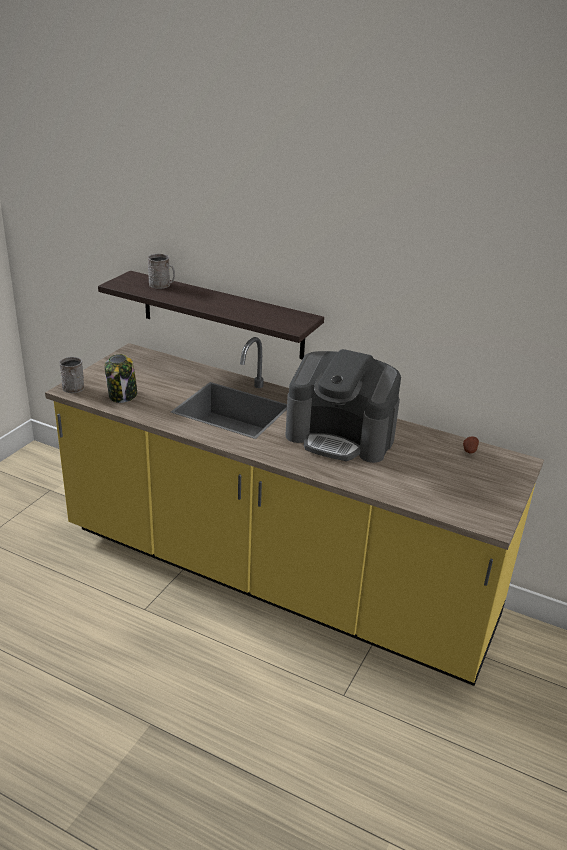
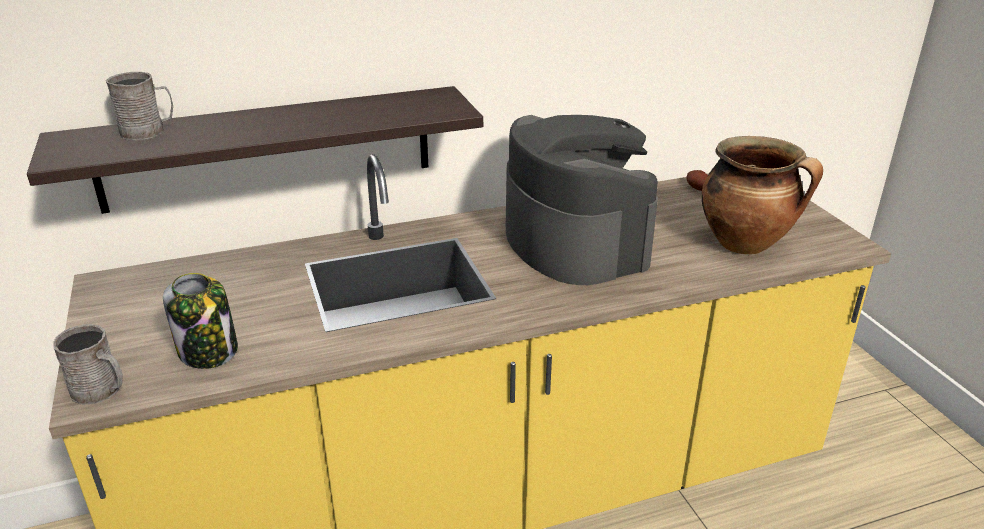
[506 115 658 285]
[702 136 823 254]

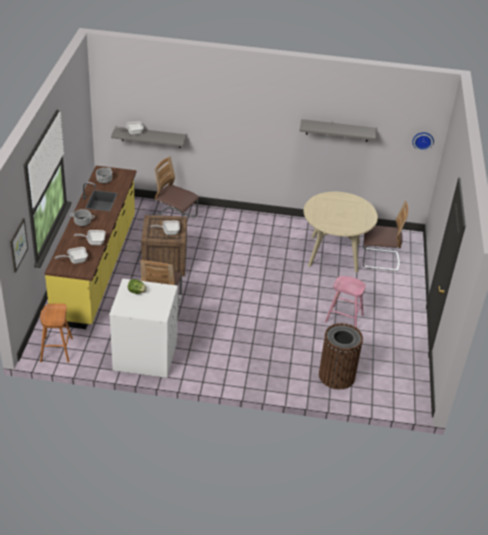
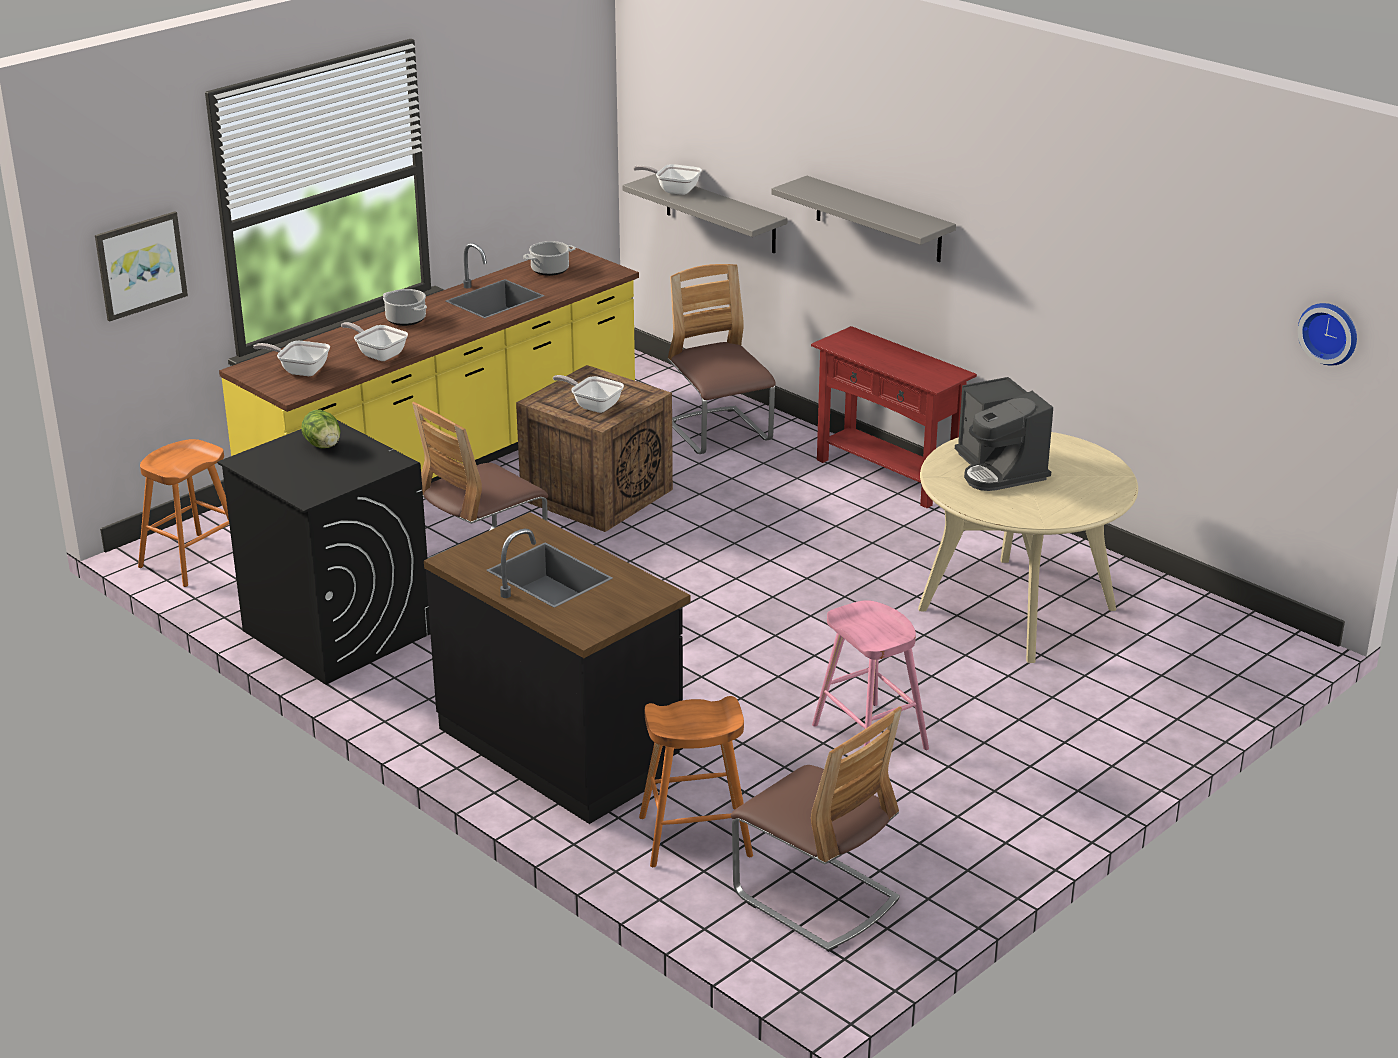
[217 420 430 685]
[424 512 690 824]
[639 696 753 867]
[730 706 902 952]
[771 176 956 262]
[811 326 977 508]
[955 377 1053 491]

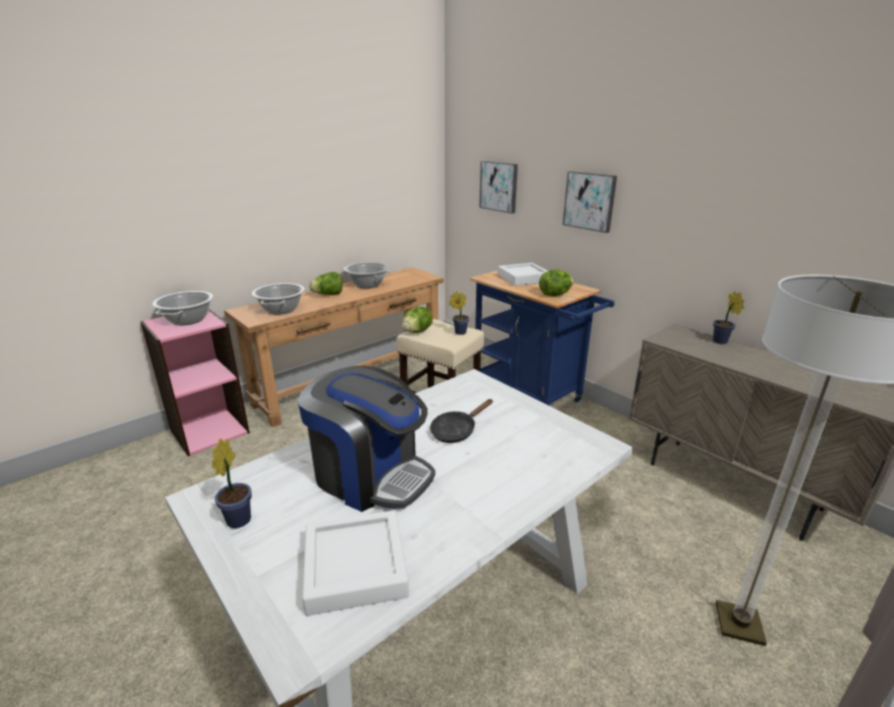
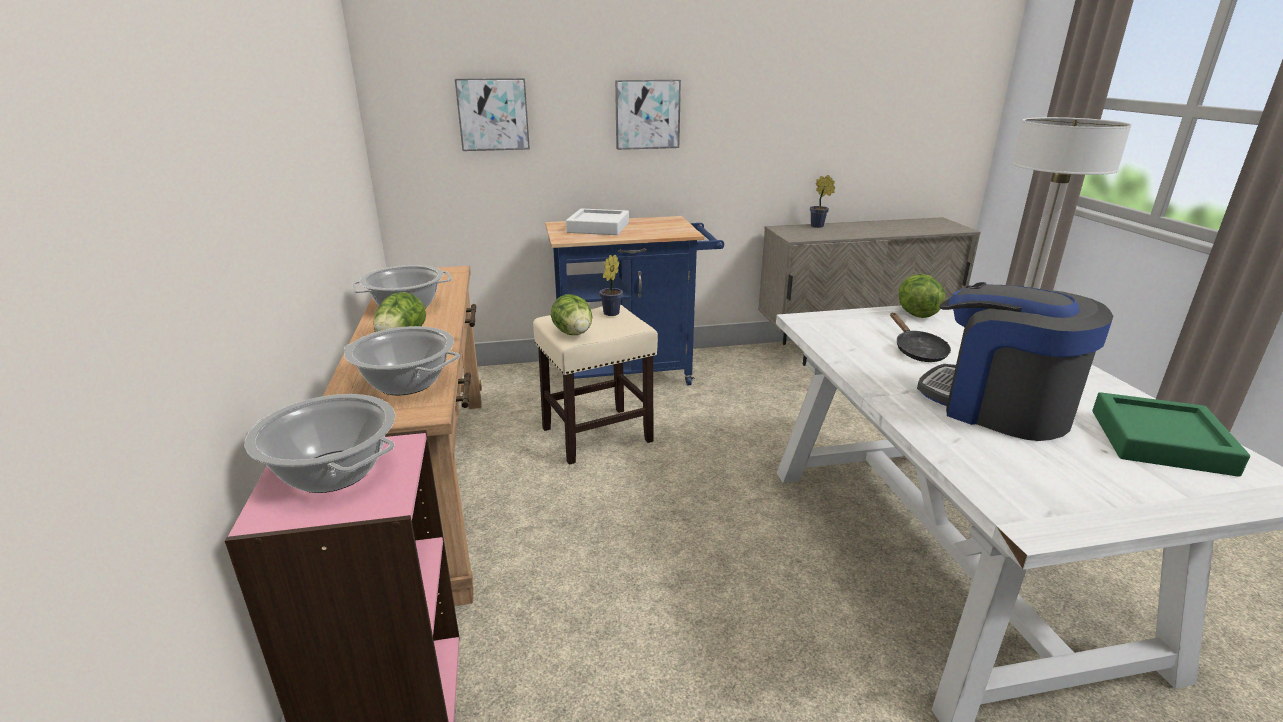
[899 274 945 318]
[917 282 1113 441]
[1092 392 1250 477]
[212 439 252 528] (first image)

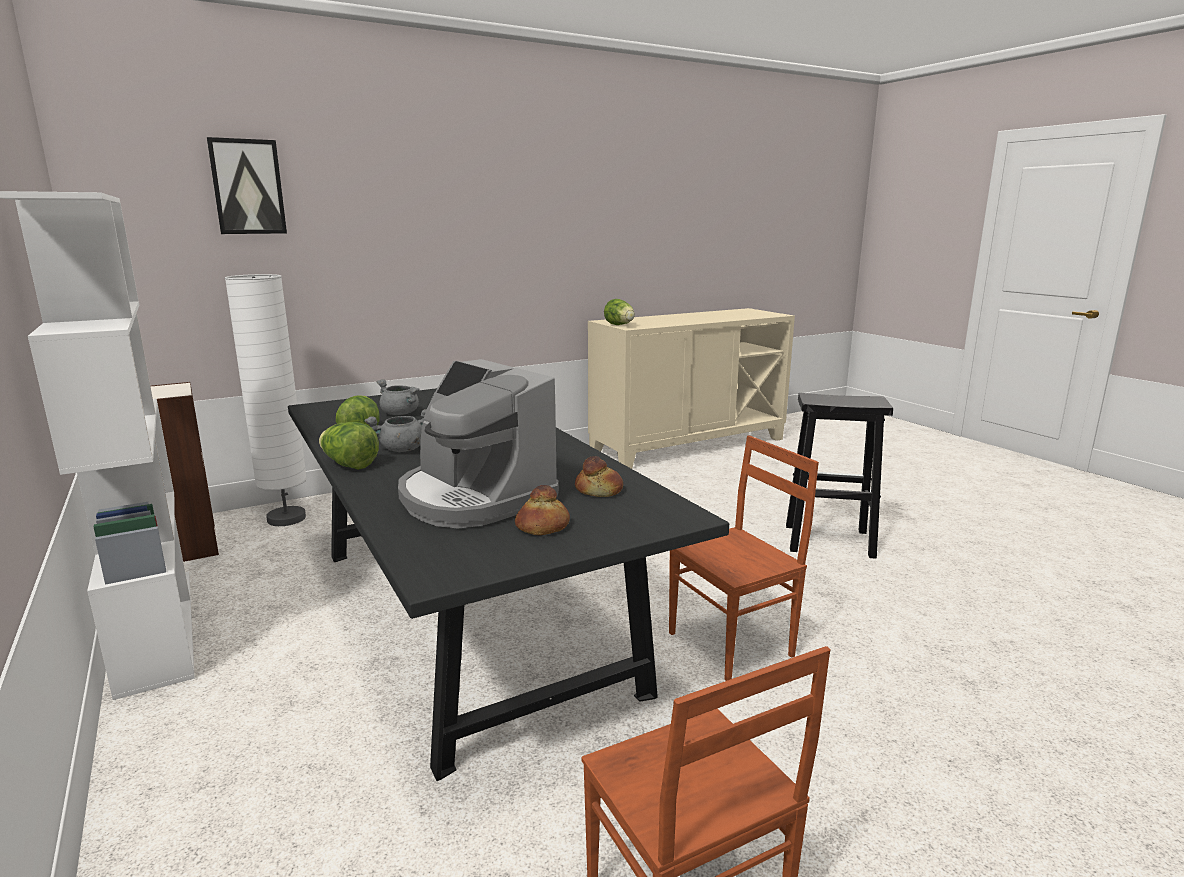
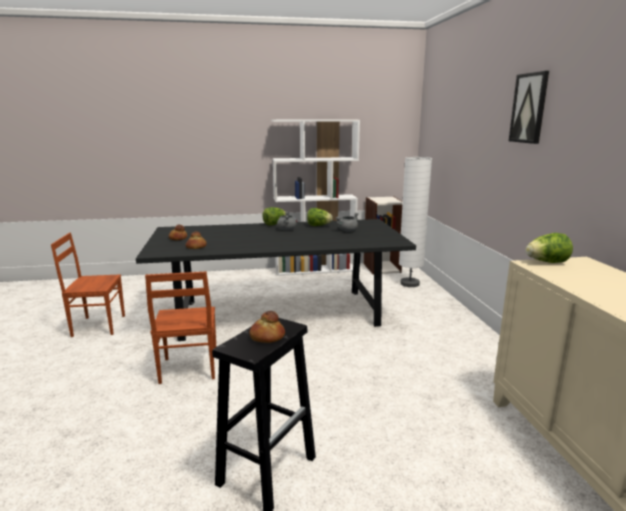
[249 311 285 343]
[509 71 549 144]
[398 359 559 529] (first image)

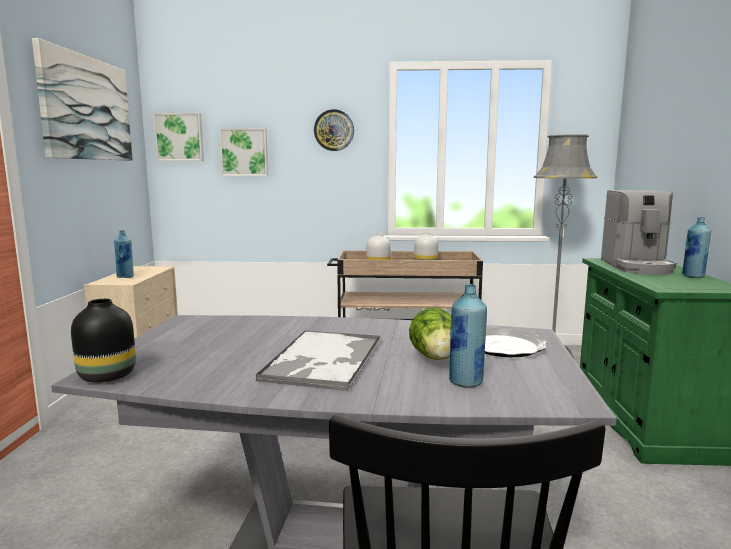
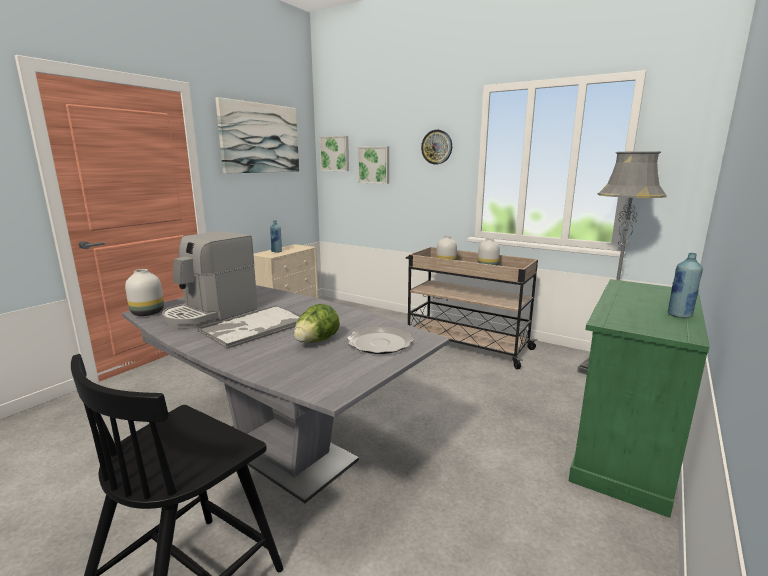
[125 269 164 316]
[162 231 258 329]
[449 284 487 388] (first image)

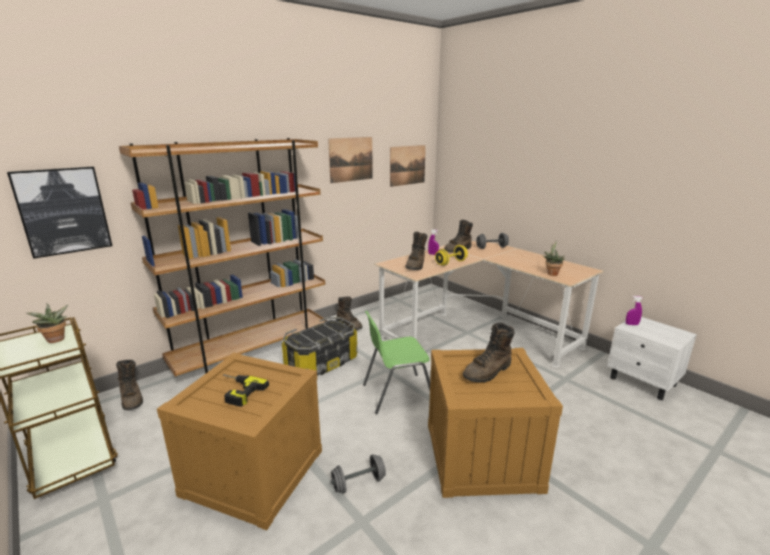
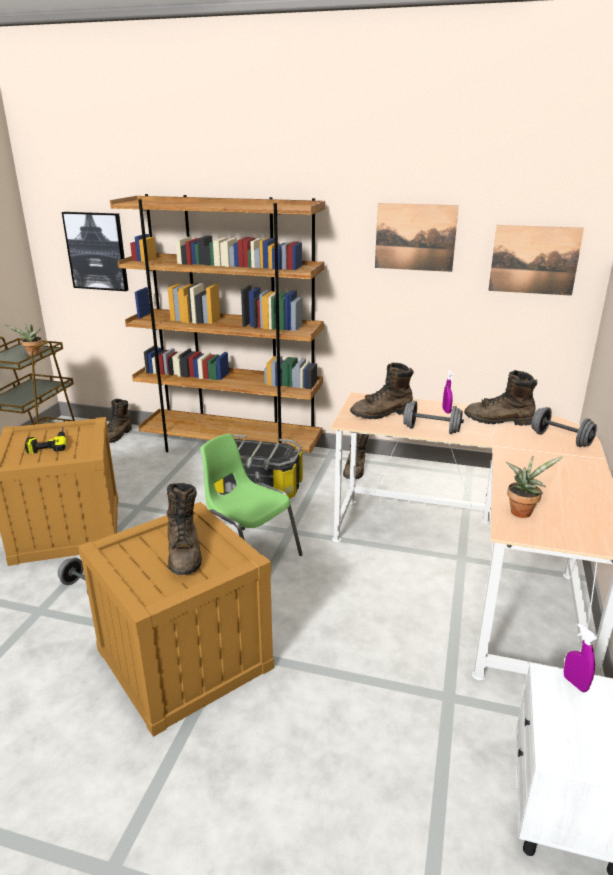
[167 483 202 575]
[403 401 464 434]

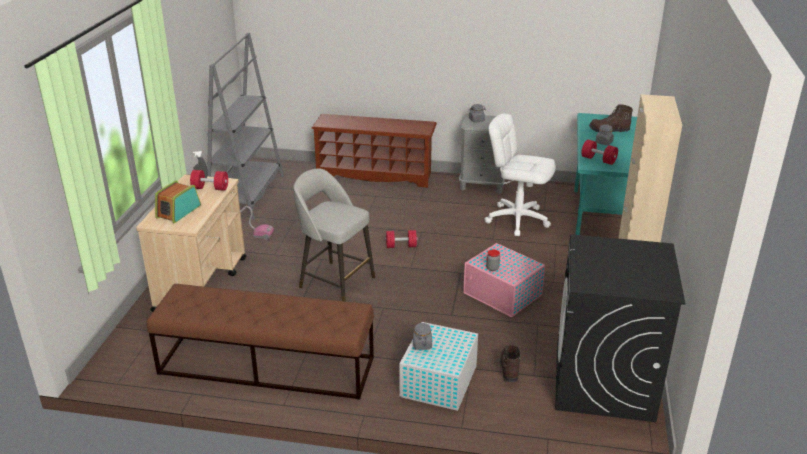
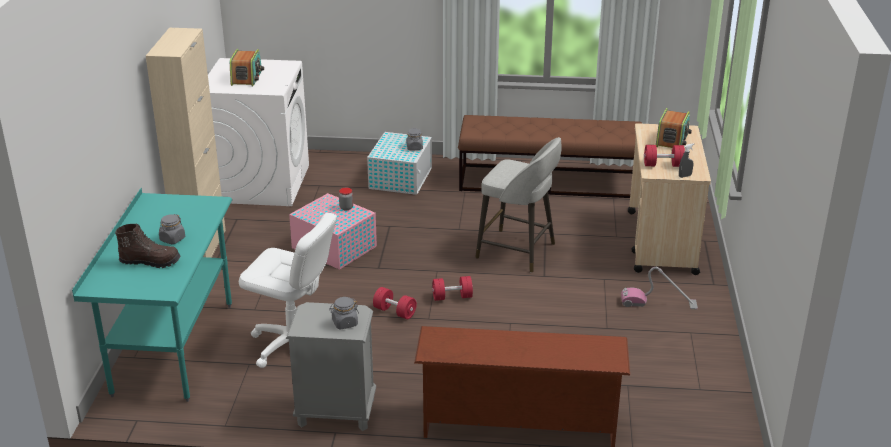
[208 58 309 206]
[230 49 264 86]
[373 287 417 319]
[207 33 284 220] (first image)
[499 344 520 382] (first image)

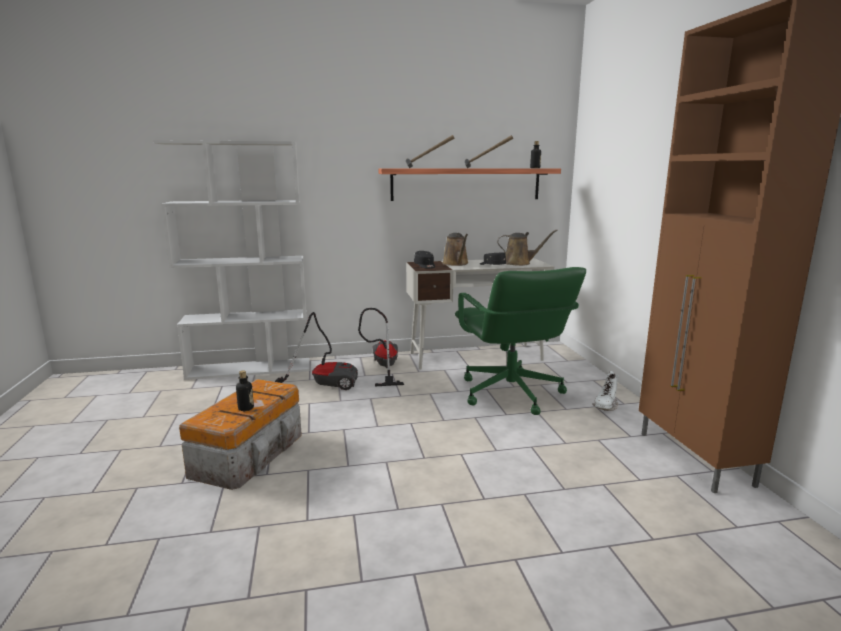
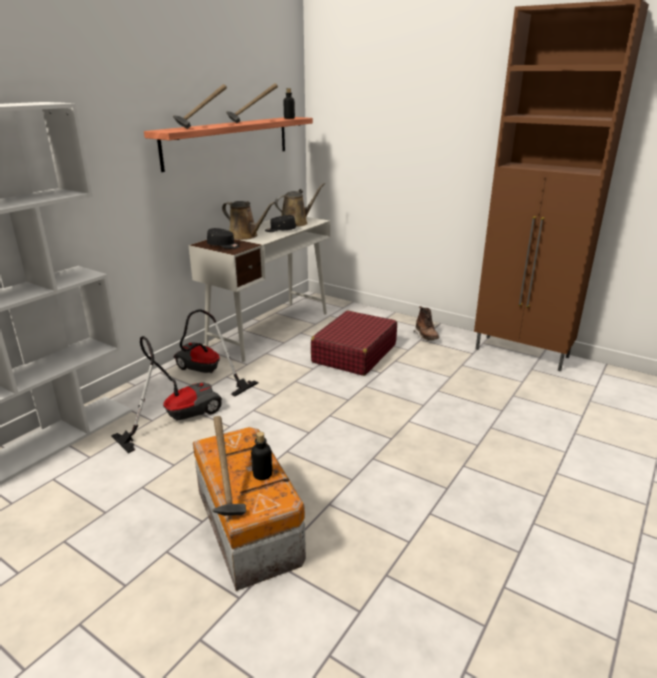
[212 416 246 516]
[311 311 397 376]
[414 306 439 341]

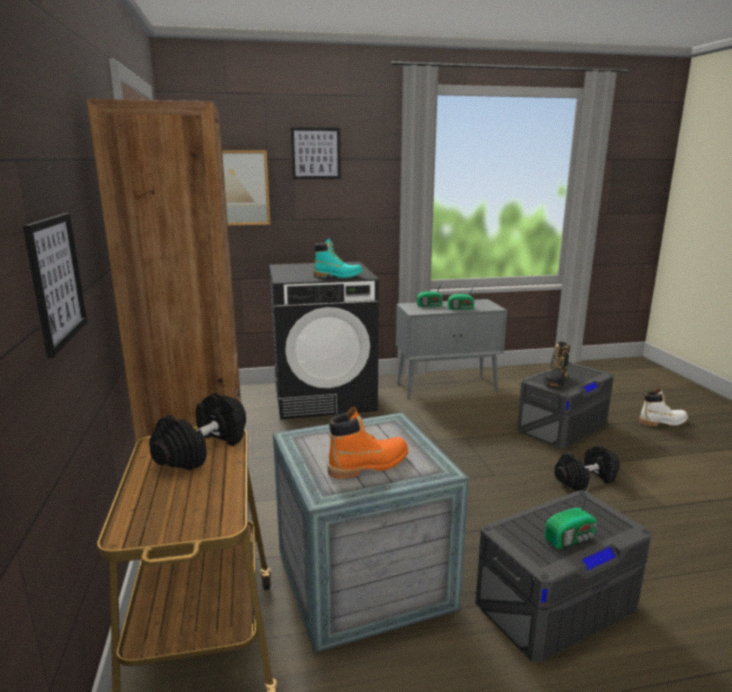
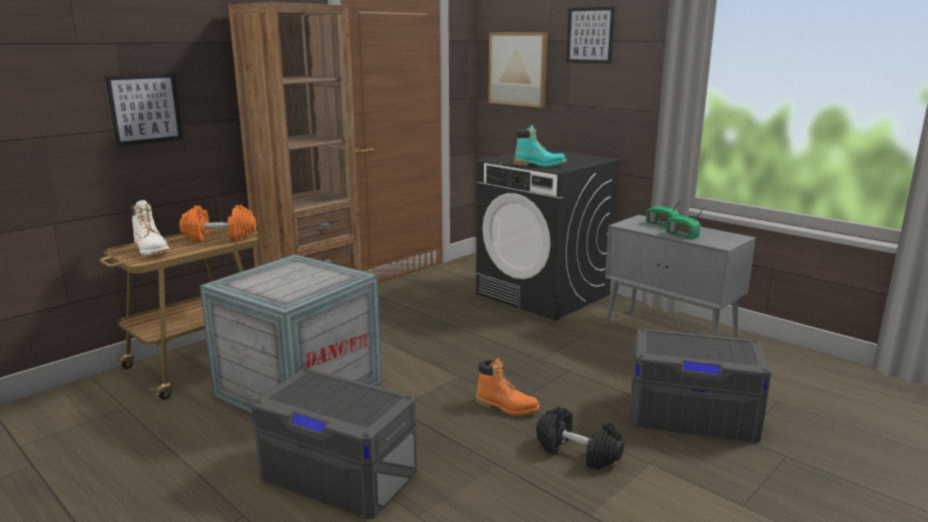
[131 200 170 255]
[180 205 256 242]
[476 358 540 416]
[514 125 566 167]
[544 341 570 386] (first image)
[545 485 597 549] (first image)

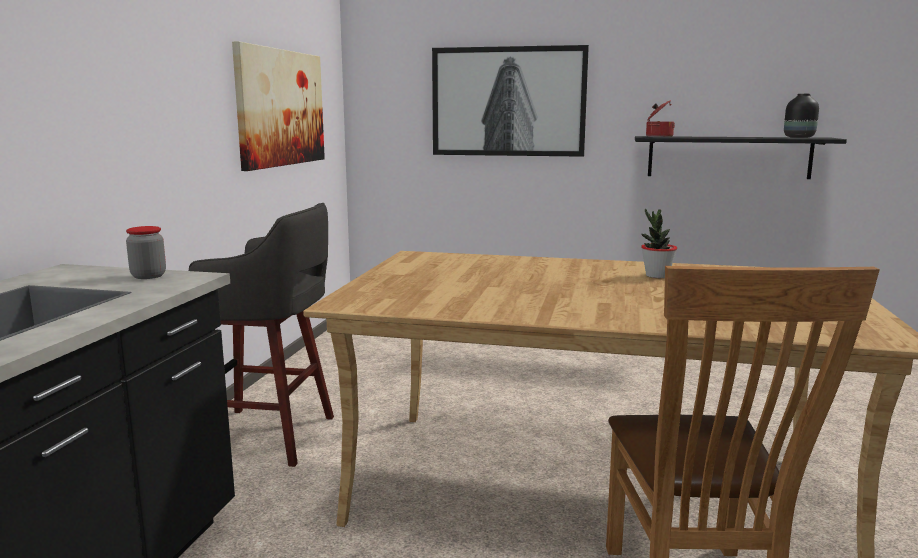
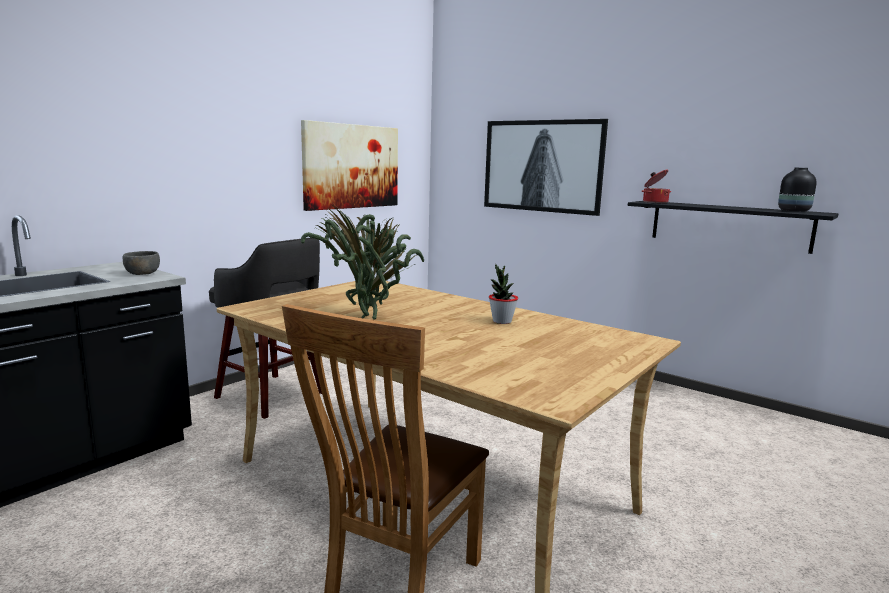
[123 251 160 275]
[301 204 424 320]

